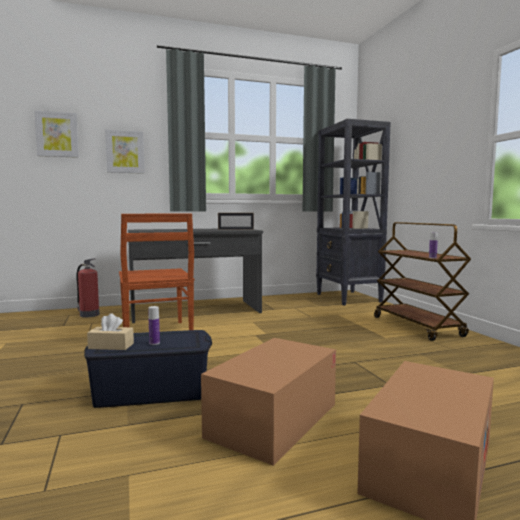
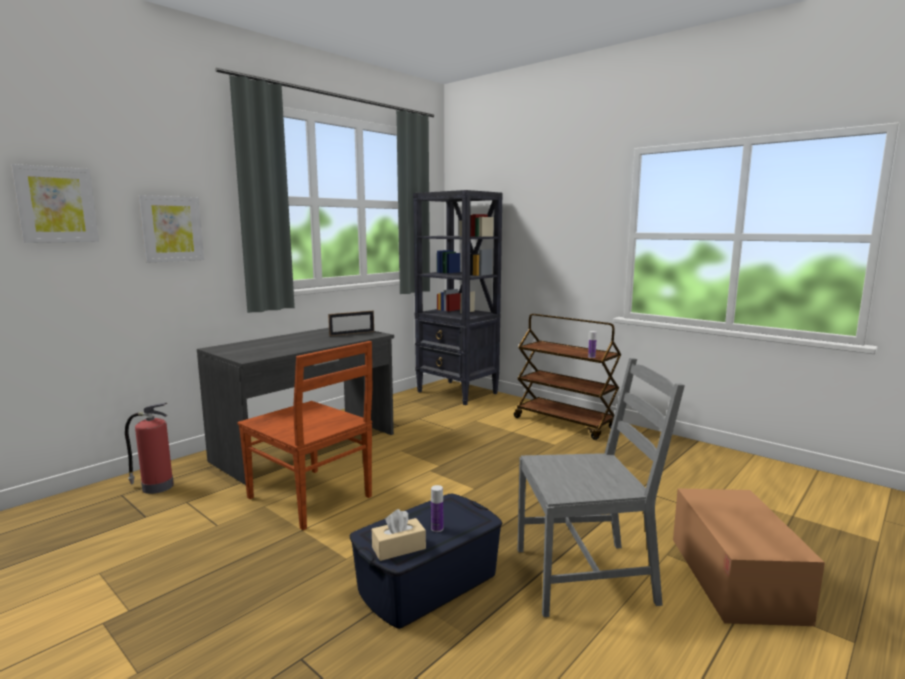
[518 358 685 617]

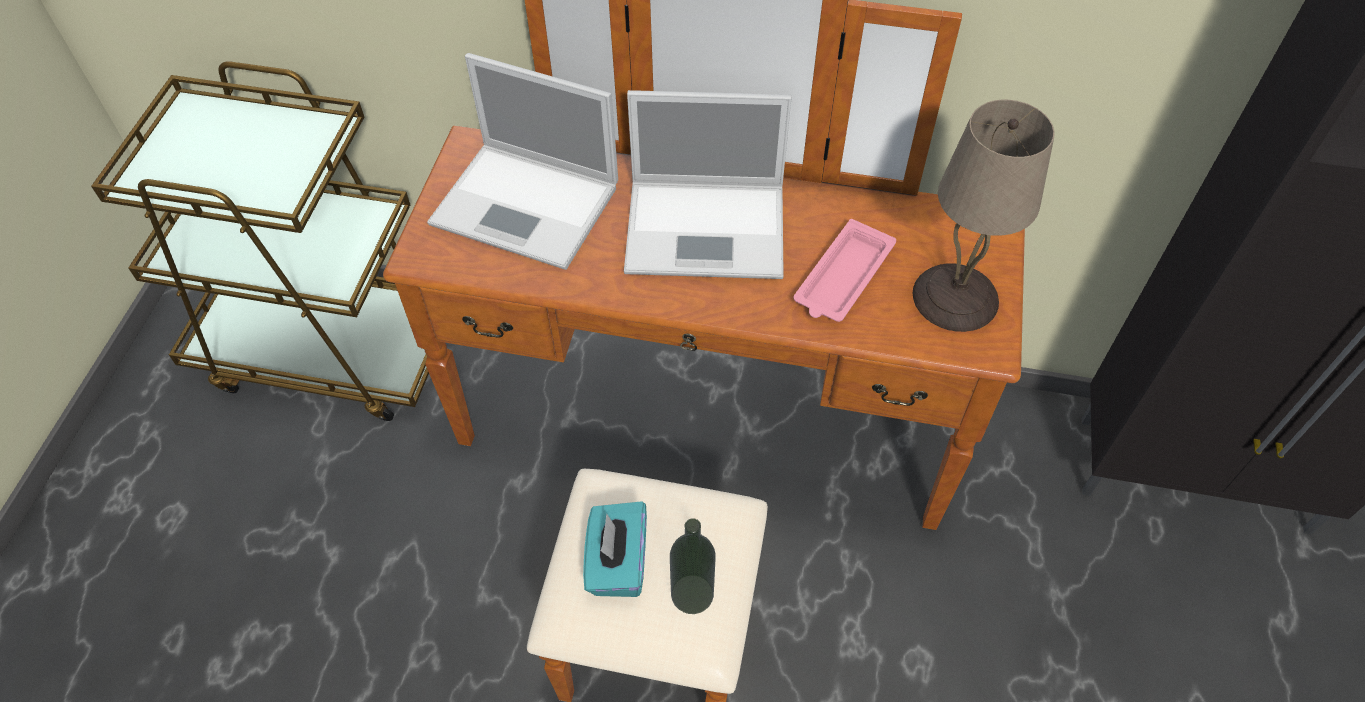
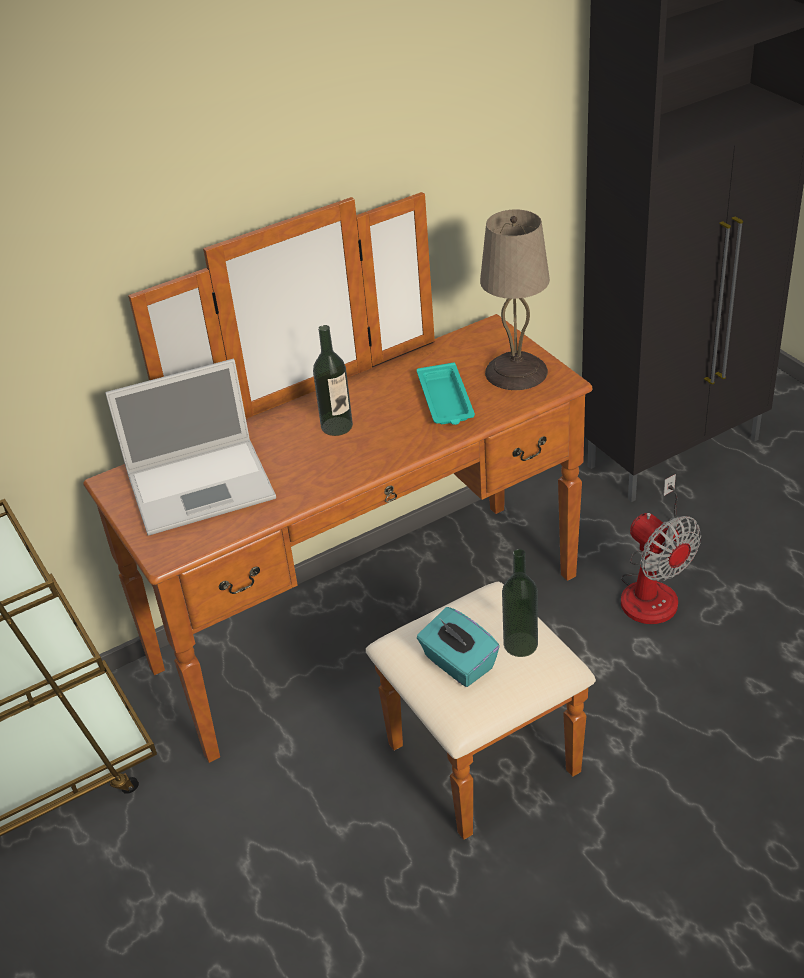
[313 325 353 436]
[417 363 475 425]
[621 474 701 624]

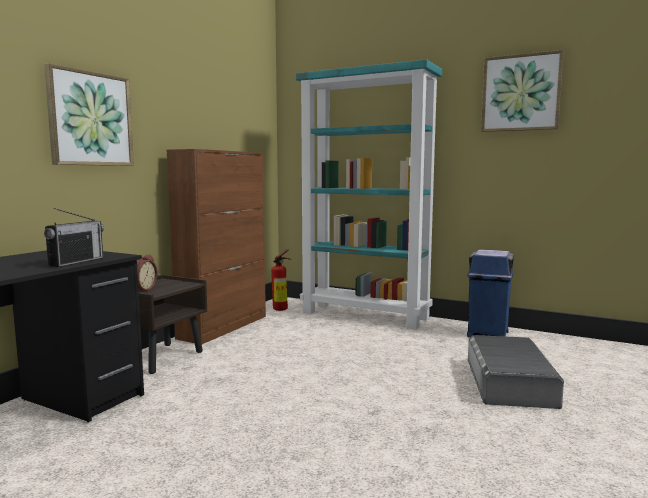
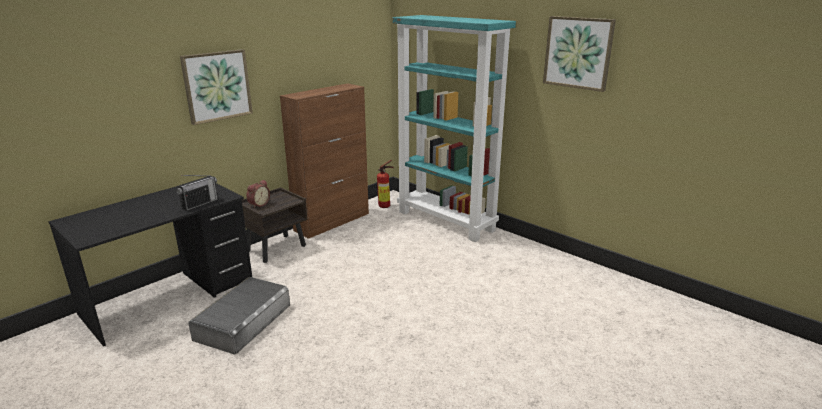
[188 277 290 355]
[467 249 514 338] (first image)

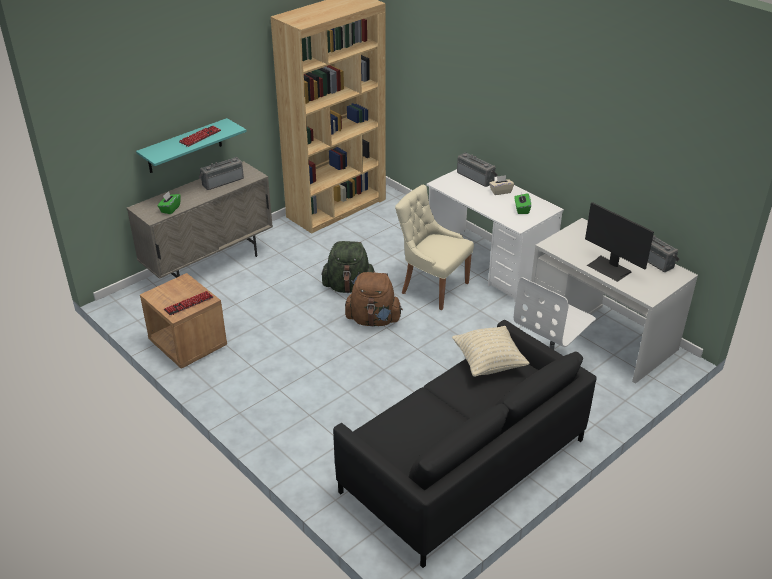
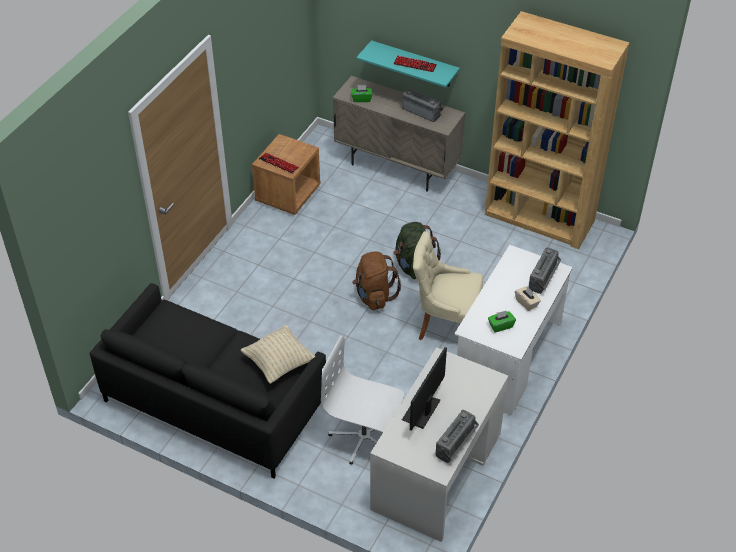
[413 231 483 340]

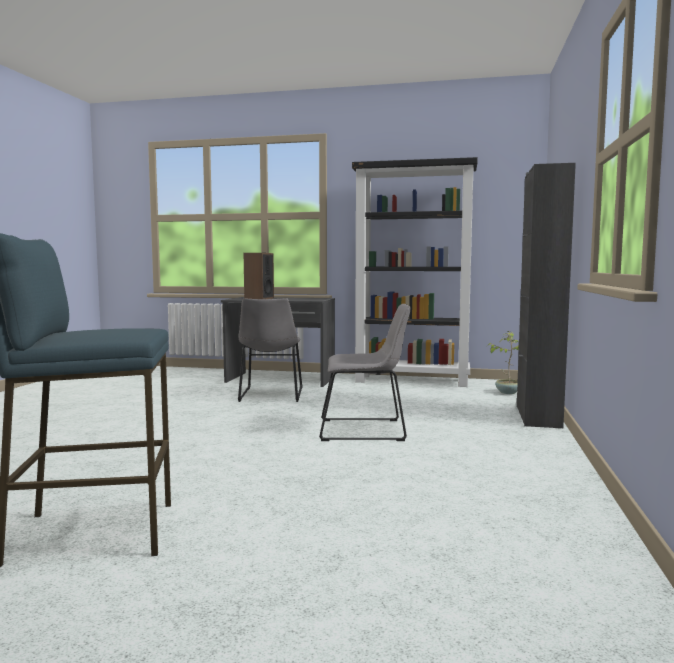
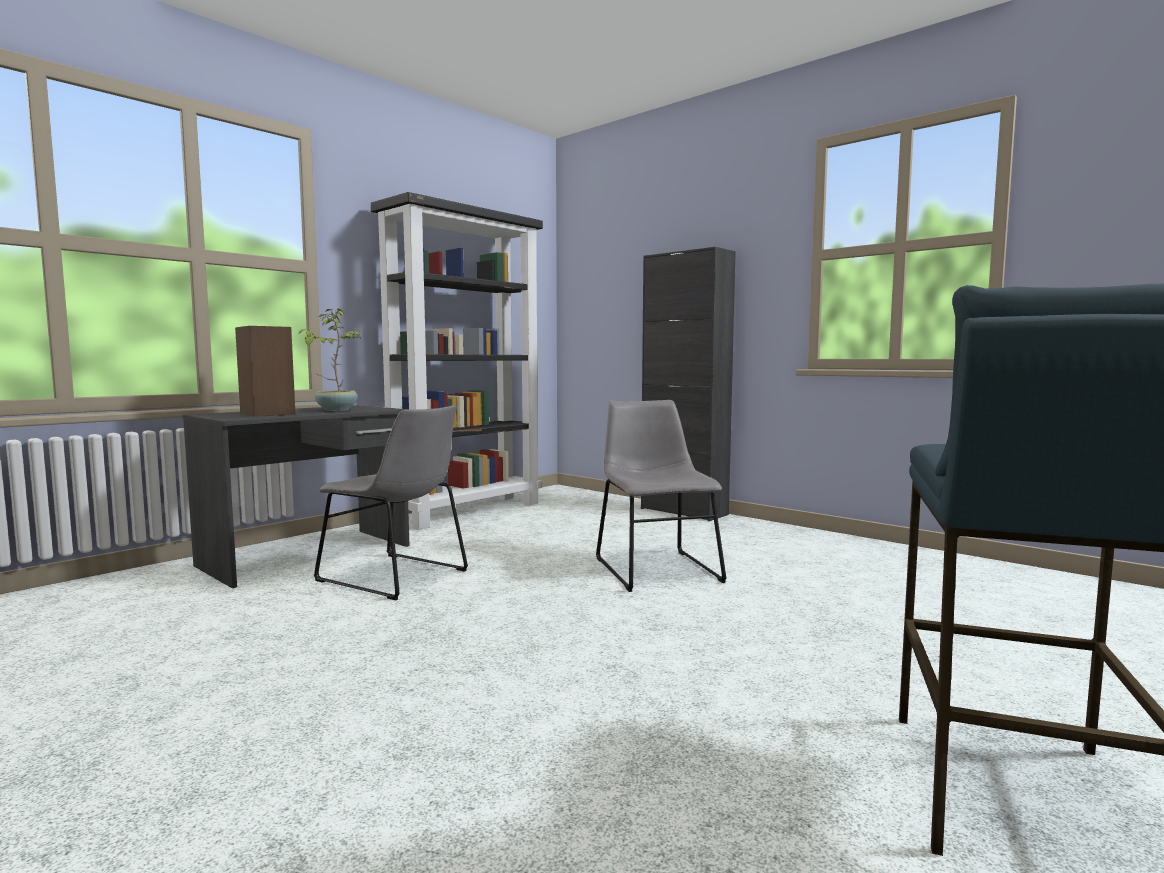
[299 309 360 411]
[596 400 727 592]

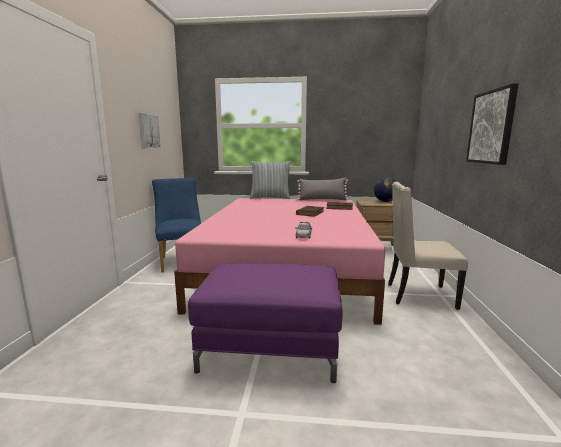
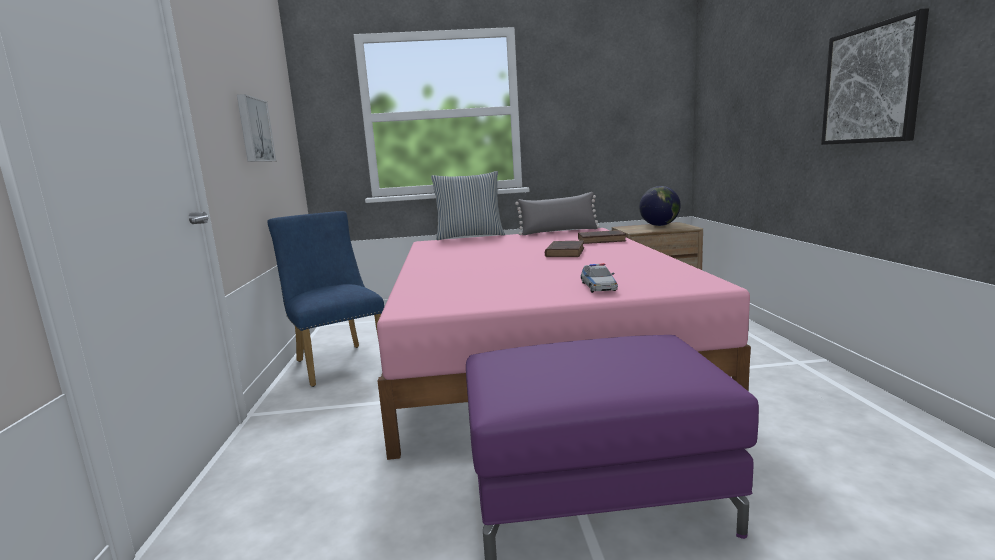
[388 182 468 310] (first image)

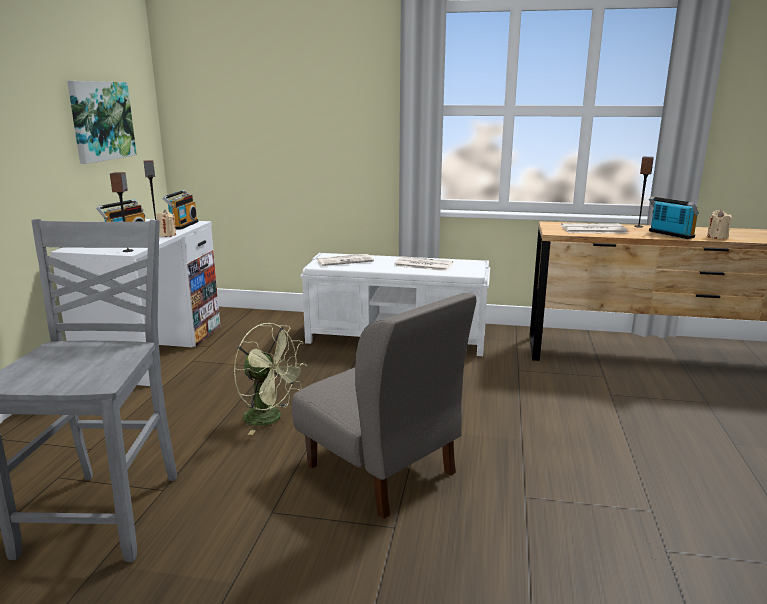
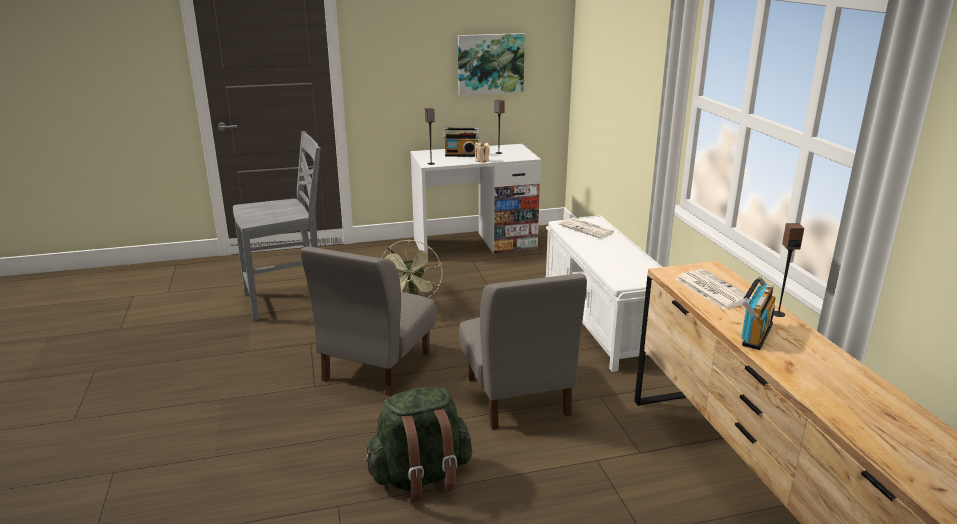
[364 387 472 503]
[459 273 587 430]
[162 190 199 230] (first image)
[394 256 453 271] (first image)
[707 210 732 239] (first image)

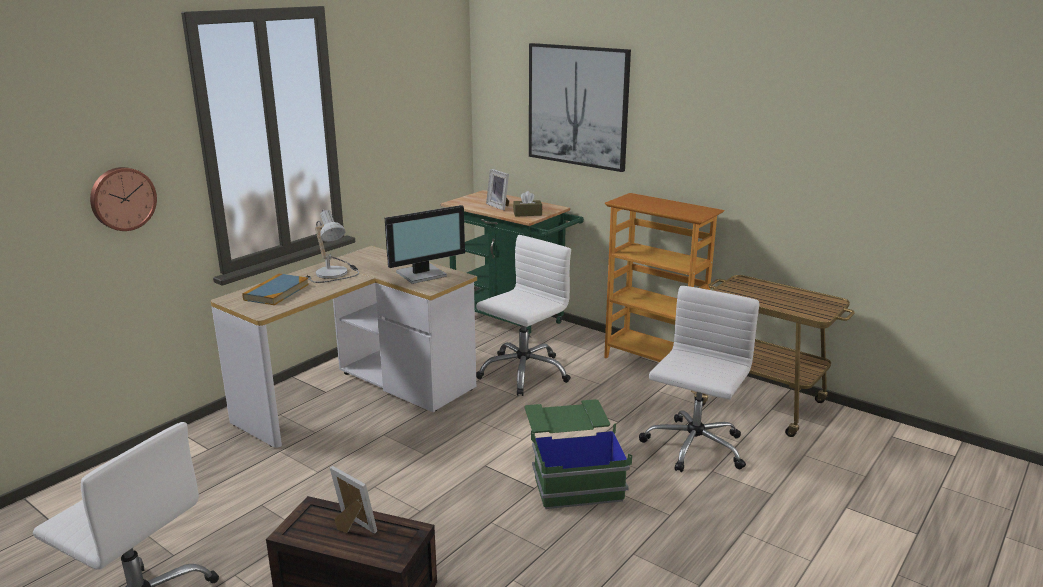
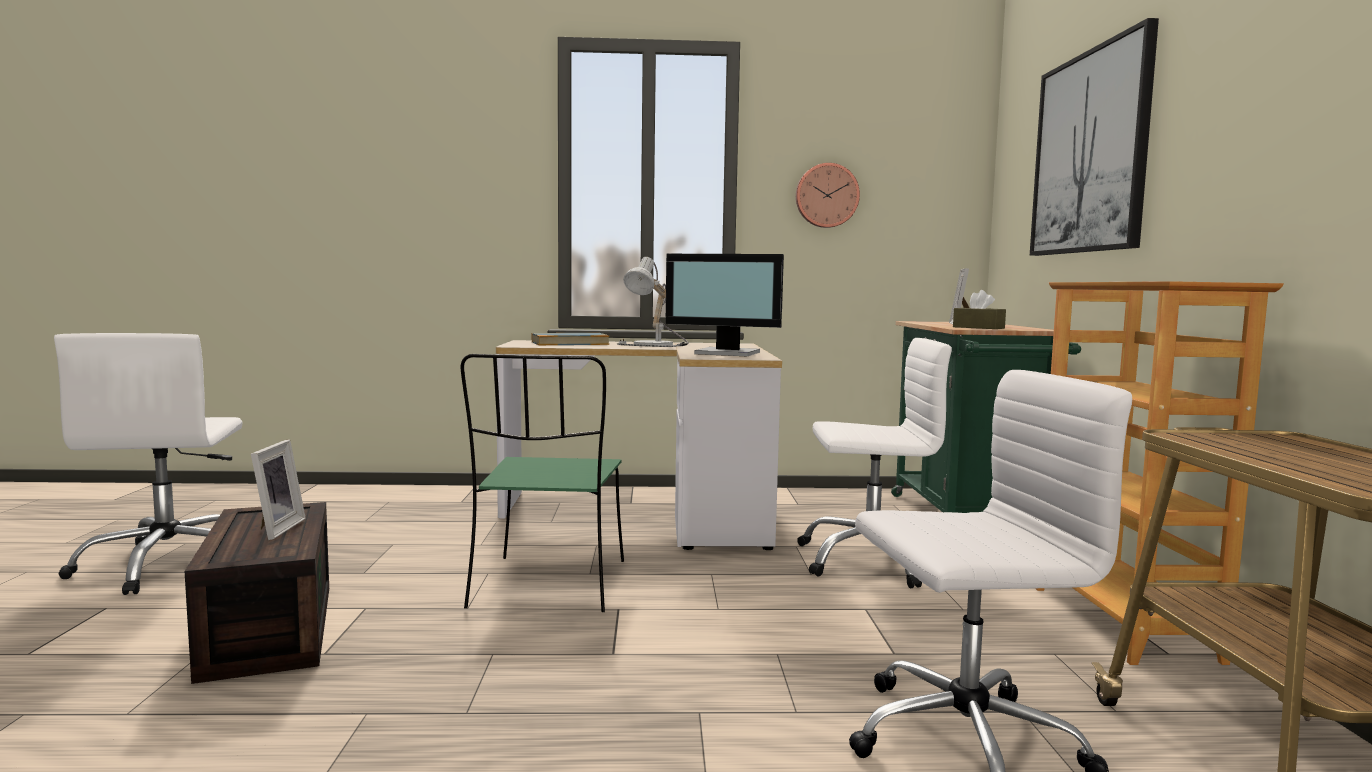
[461 354 624 612]
[796 163 860 228]
[524 399 632 509] (first image)

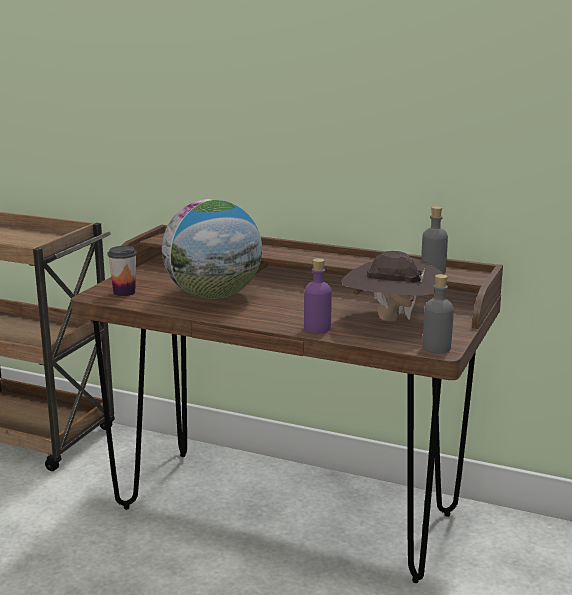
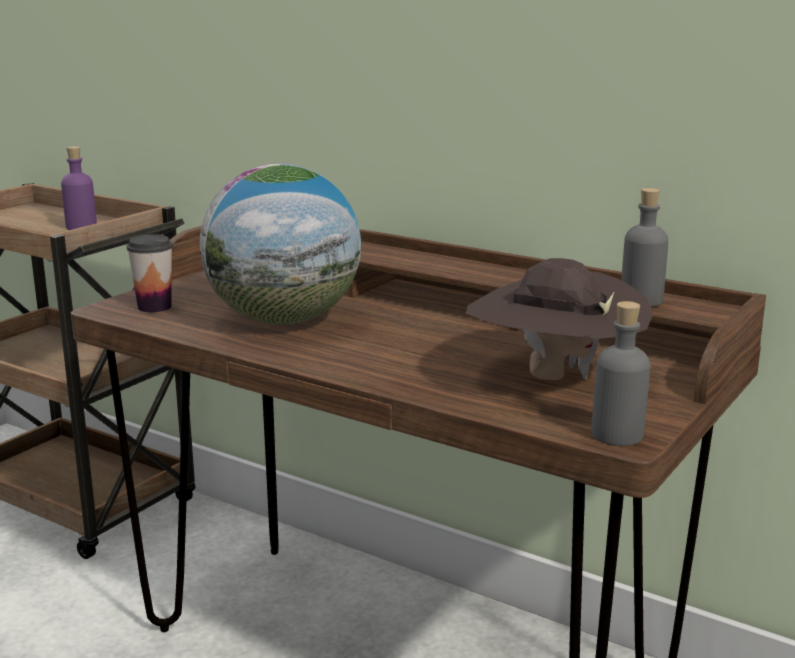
[61 146 97 230]

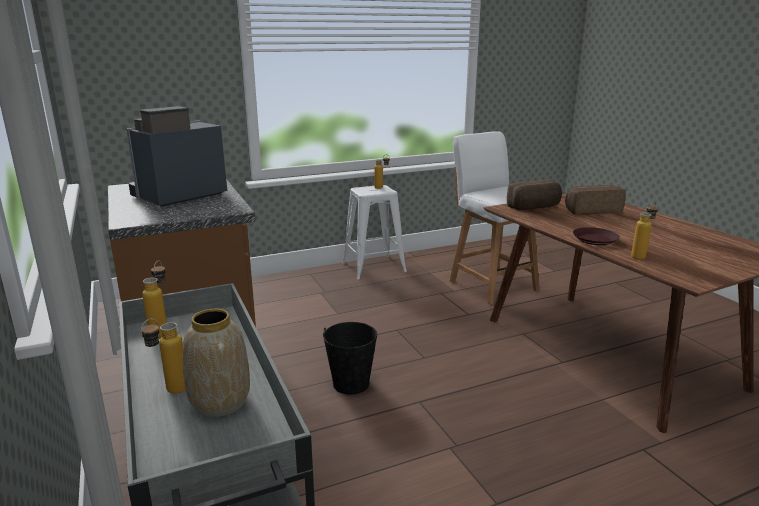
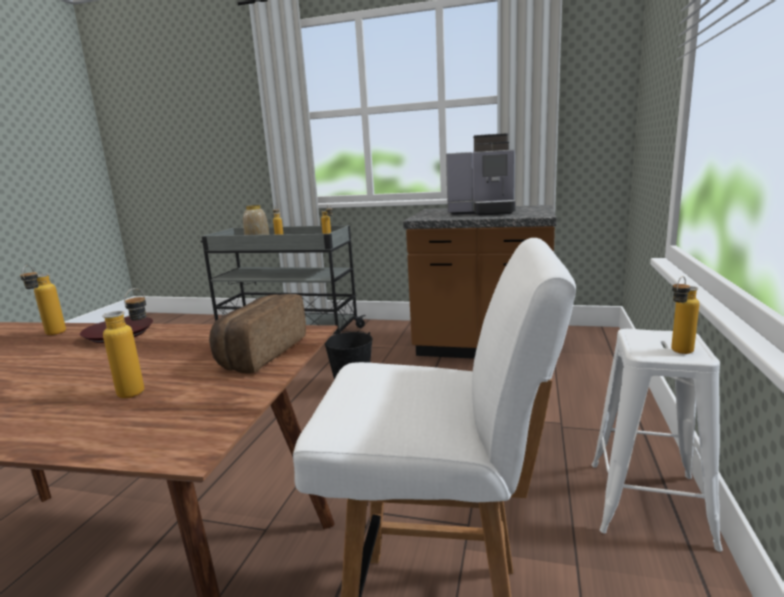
[102 288 146 398]
[446 133 516 215]

